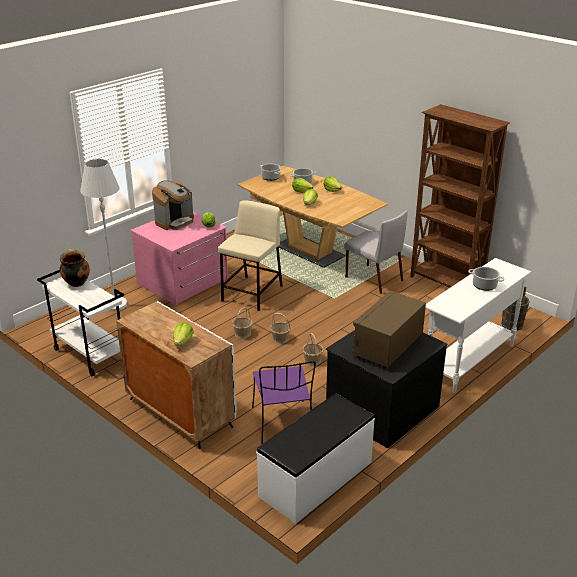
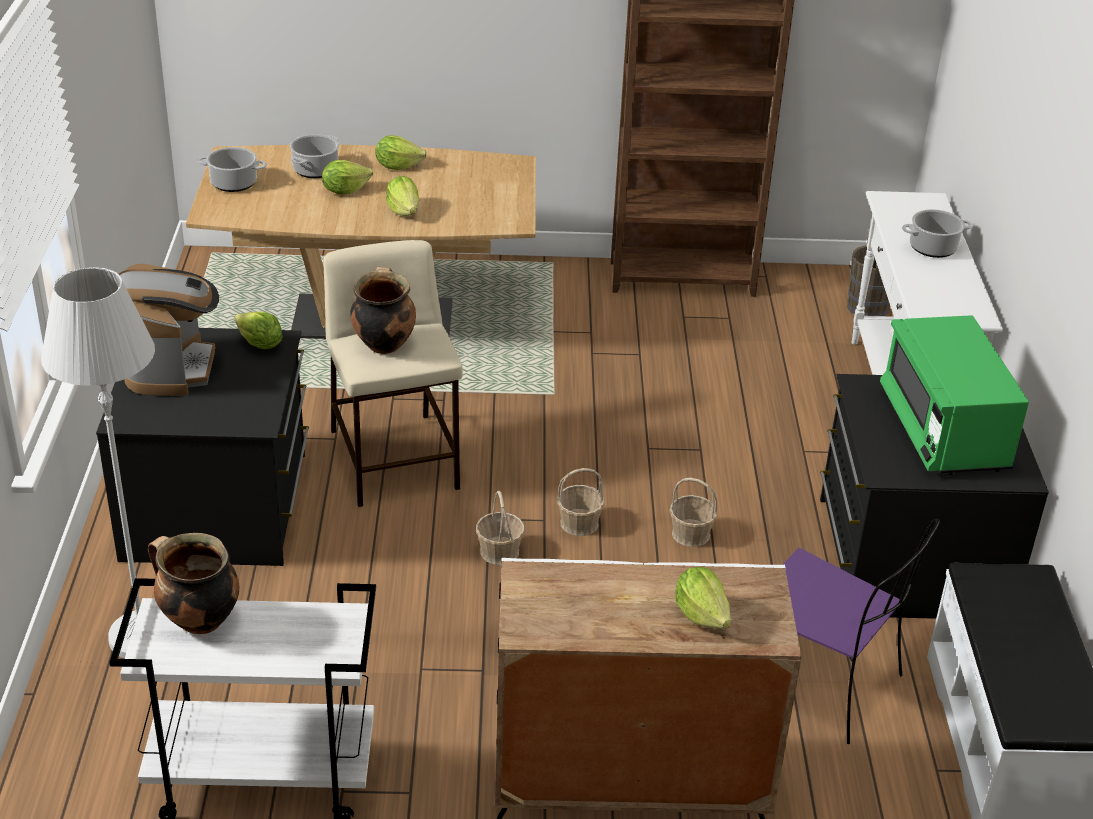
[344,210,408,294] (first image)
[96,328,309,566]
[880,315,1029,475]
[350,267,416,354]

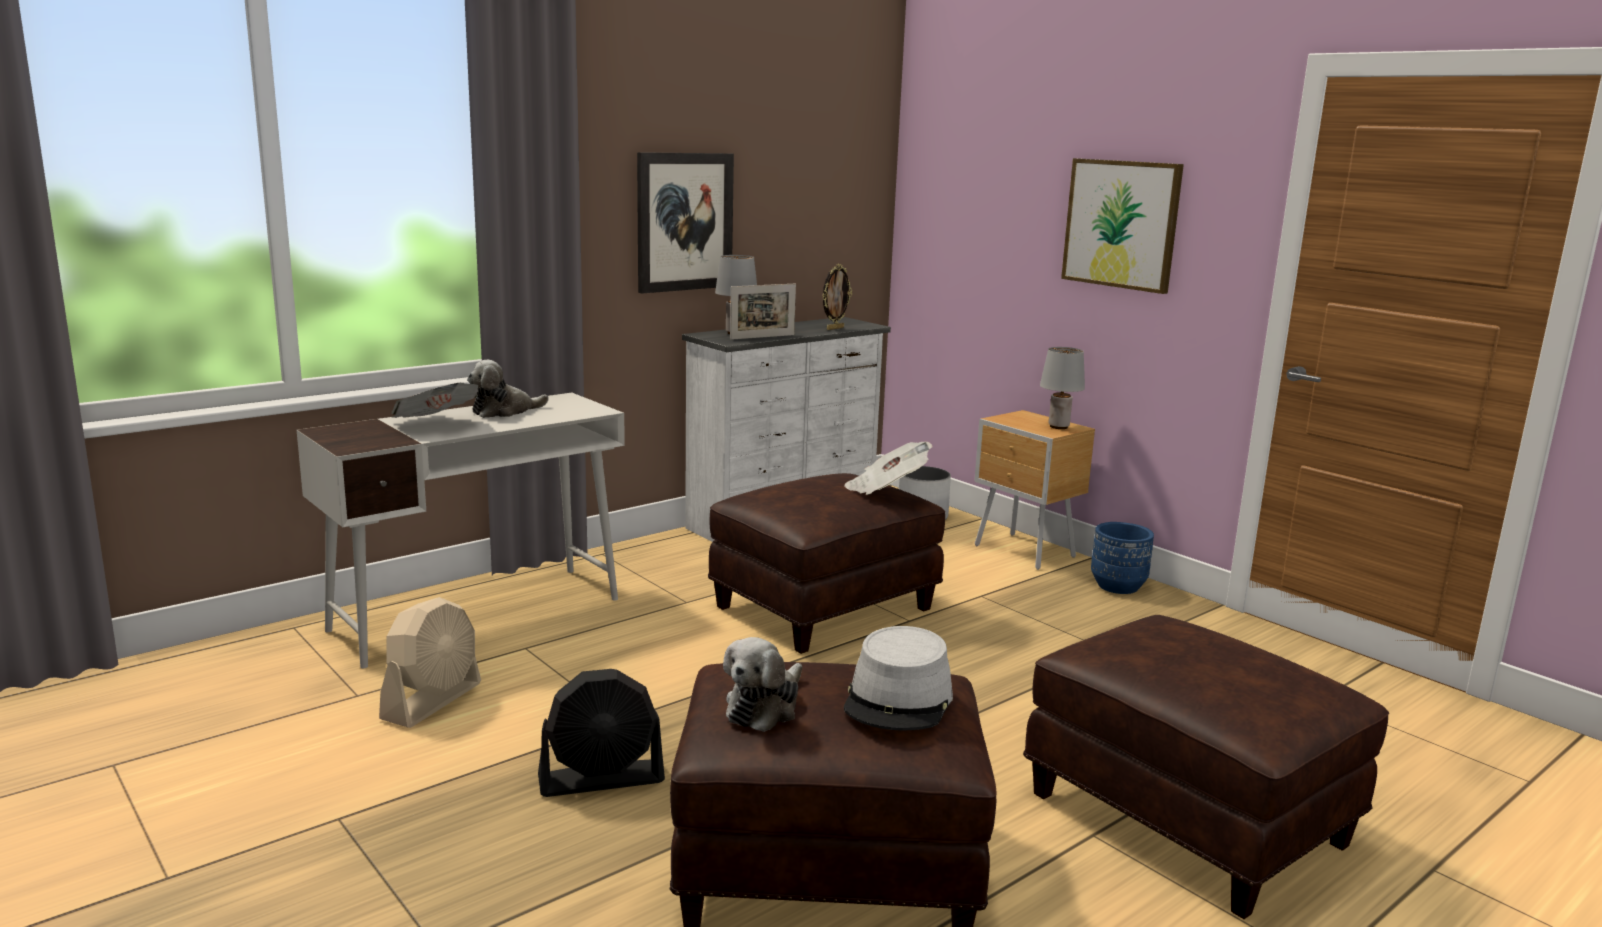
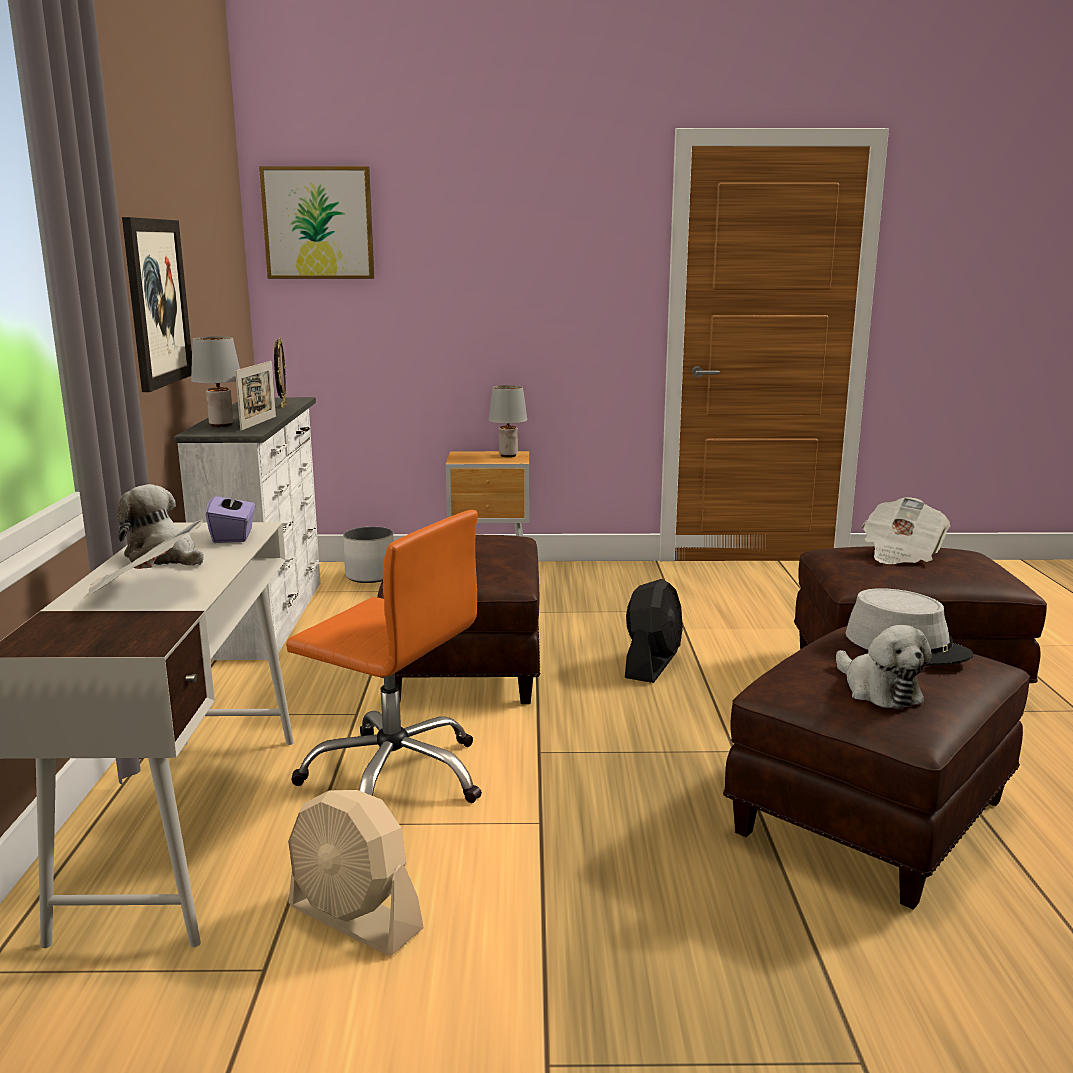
[259,166,374,279]
[117,484,204,566]
[862,497,950,564]
[1091,522,1154,594] (first image)
[288,790,424,956]
[625,579,683,683]
[206,486,255,543]
[286,510,482,803]

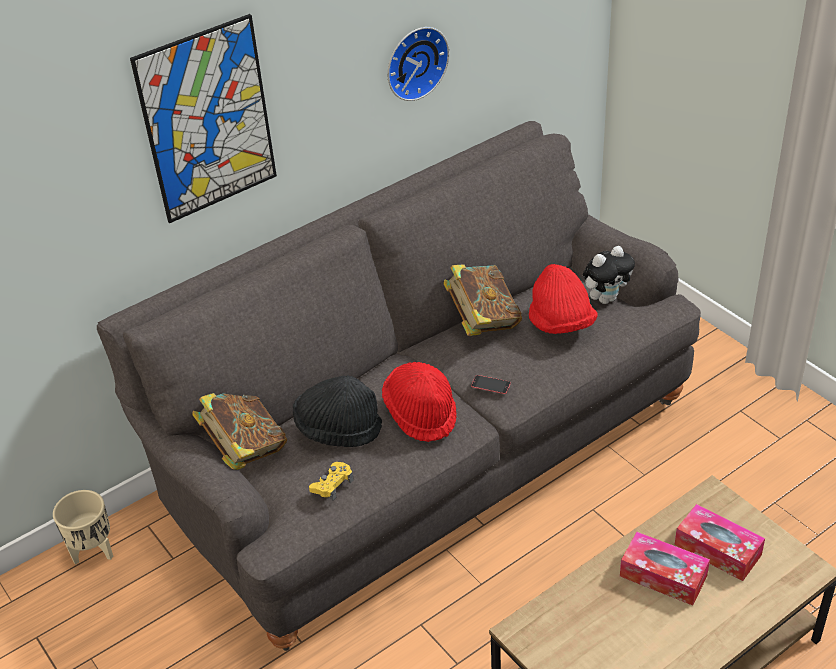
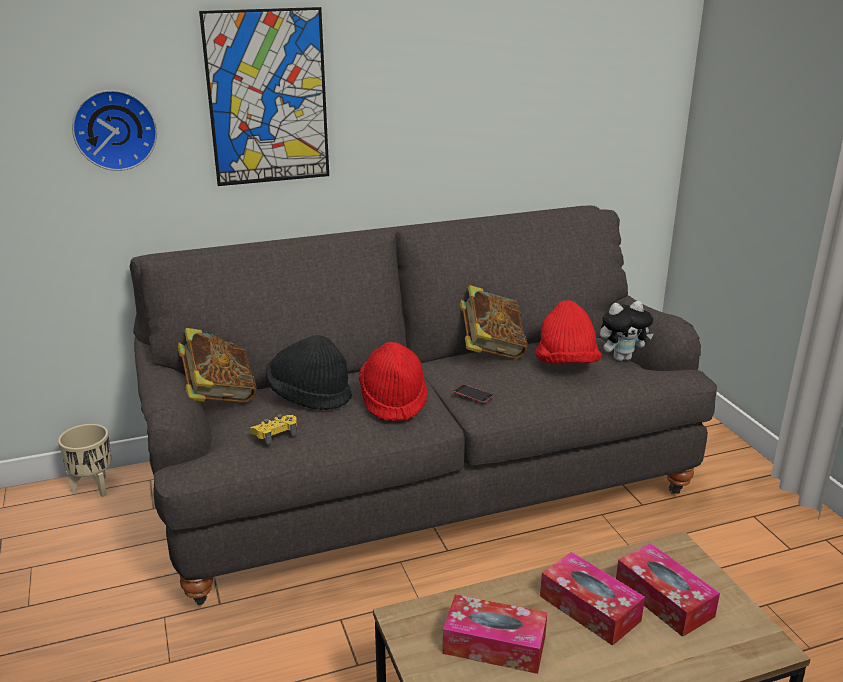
[72,90,157,171]
[443,595,547,674]

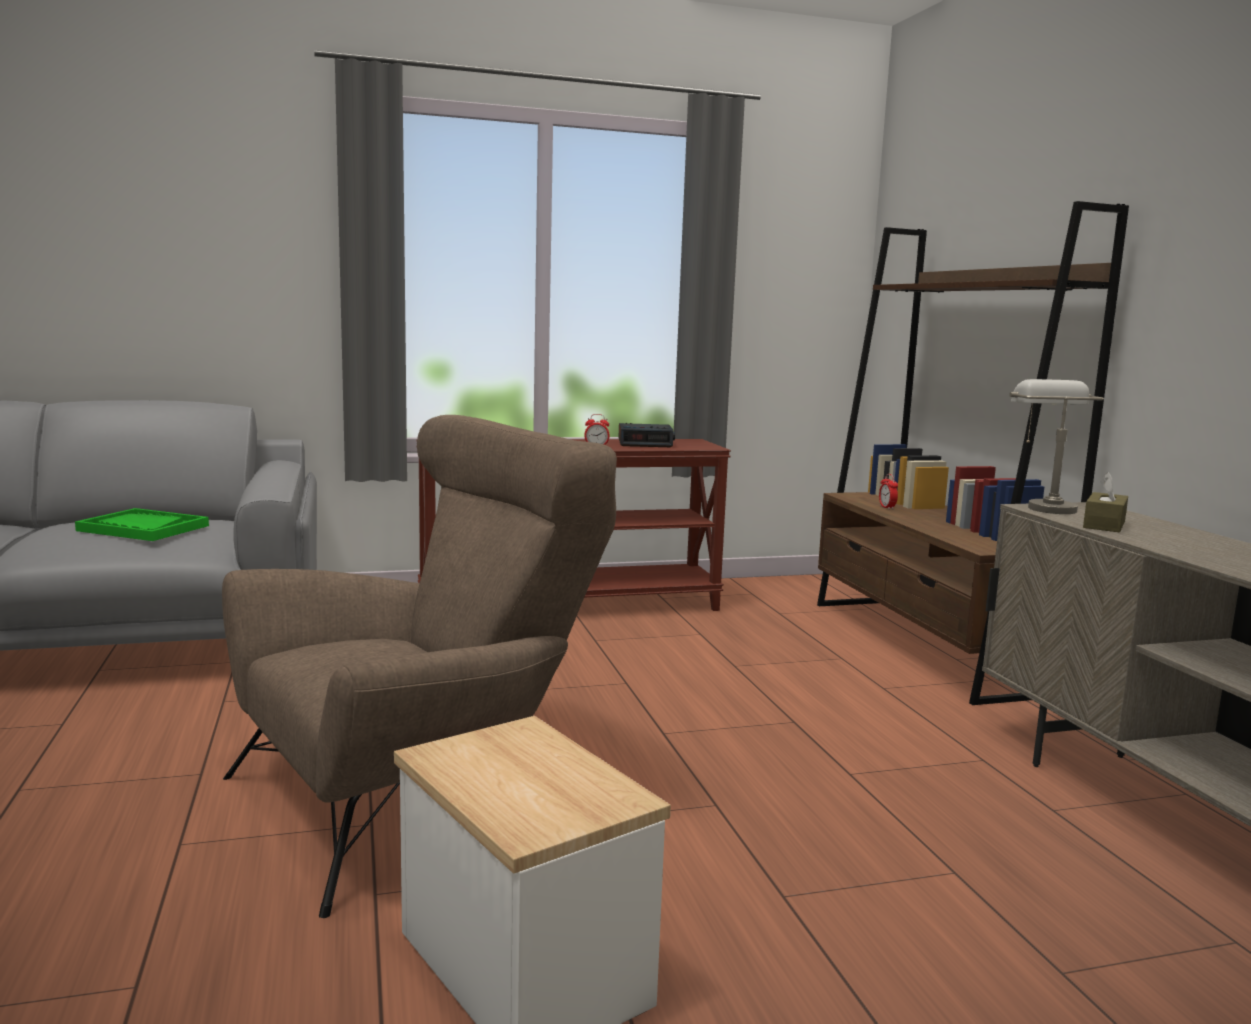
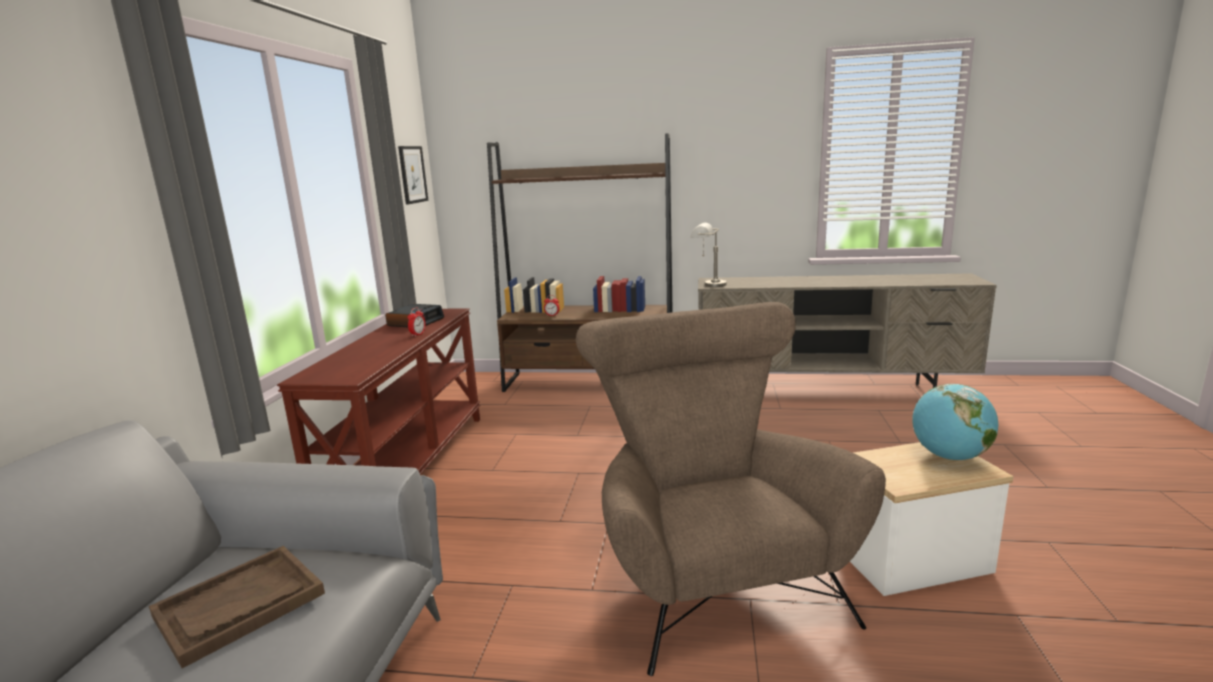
[1083,472,1128,532] (first image)
[149,546,325,668]
[398,146,428,205]
[912,384,998,460]

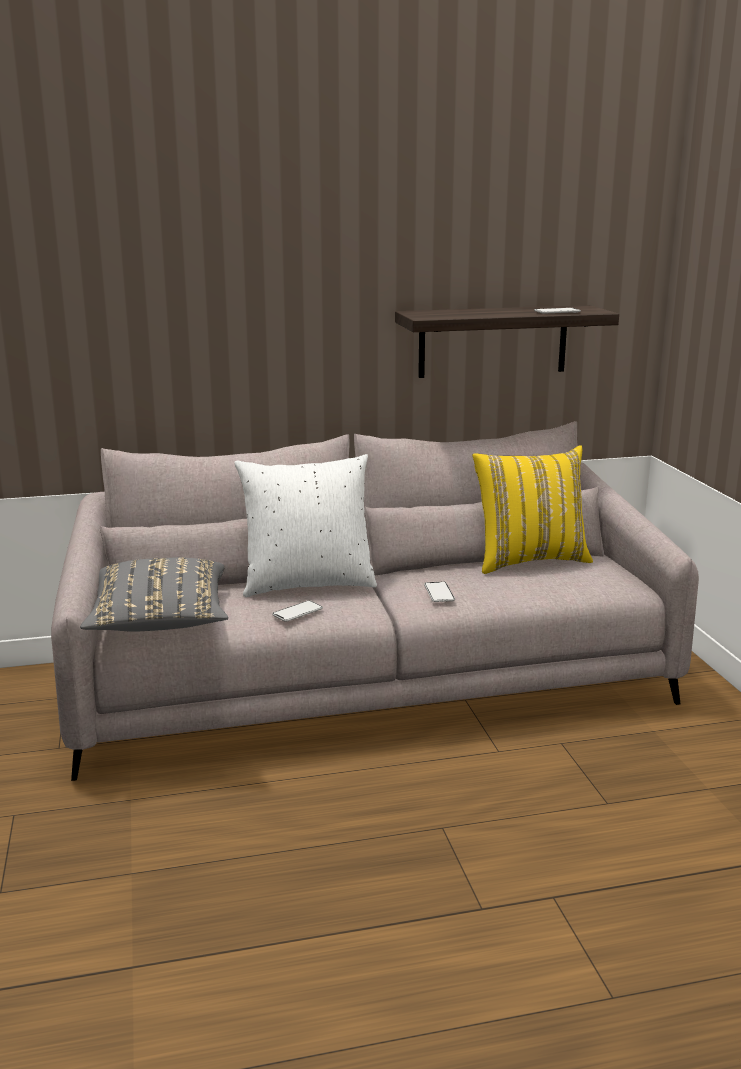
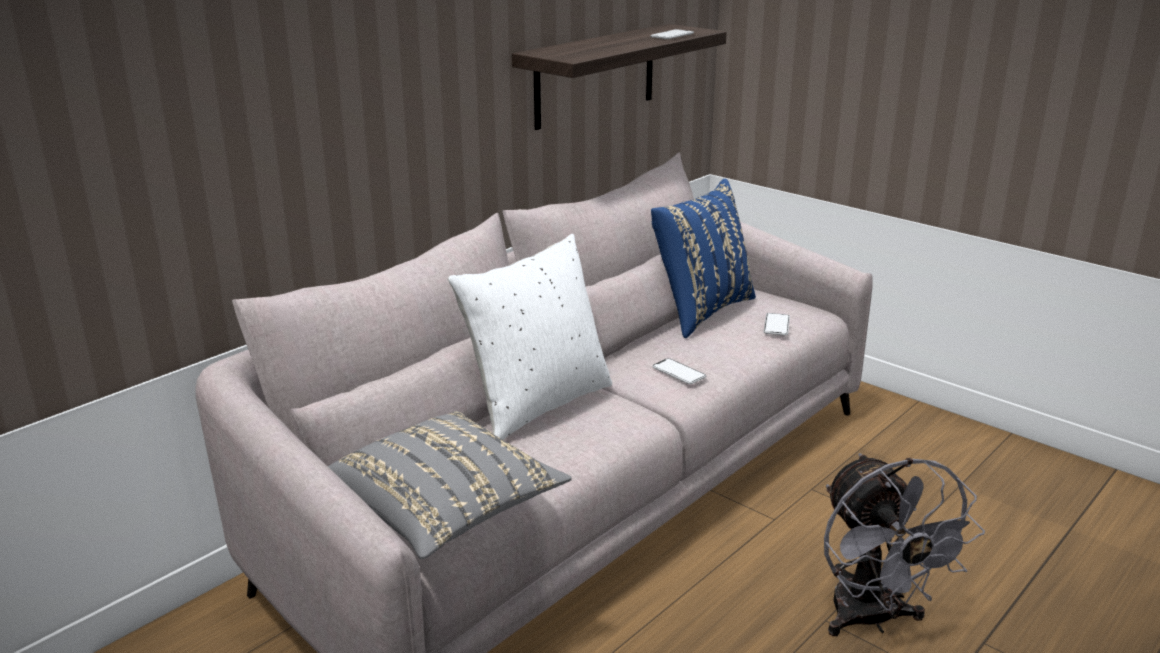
[651,178,756,338]
[763,313,790,336]
[824,453,985,636]

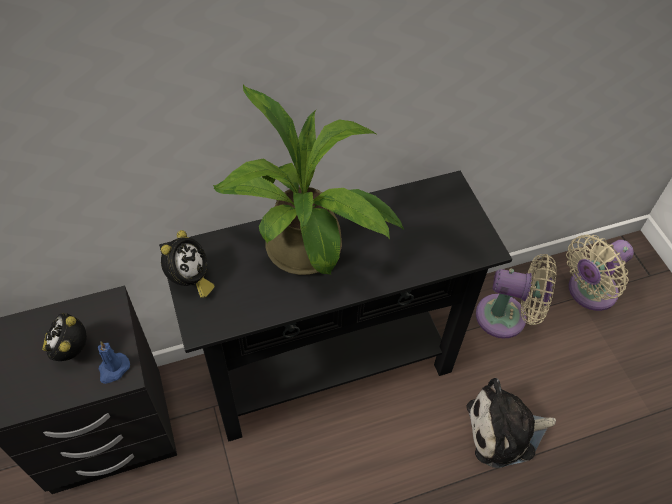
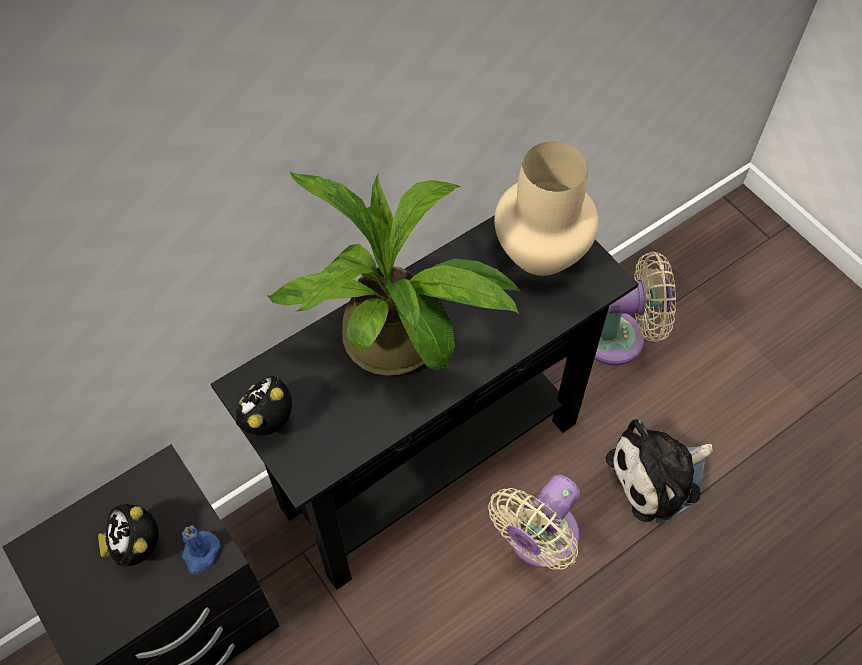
[236,375,292,436]
[488,474,580,570]
[494,141,599,276]

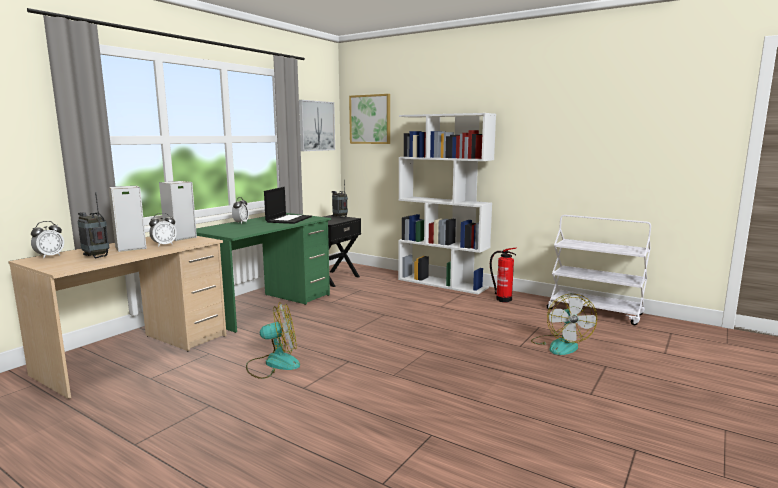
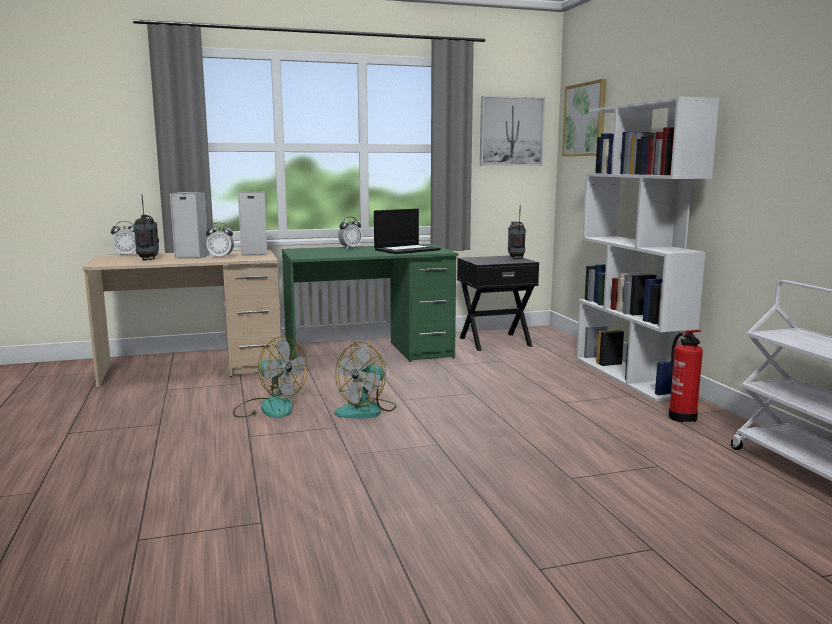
[335,342,397,419]

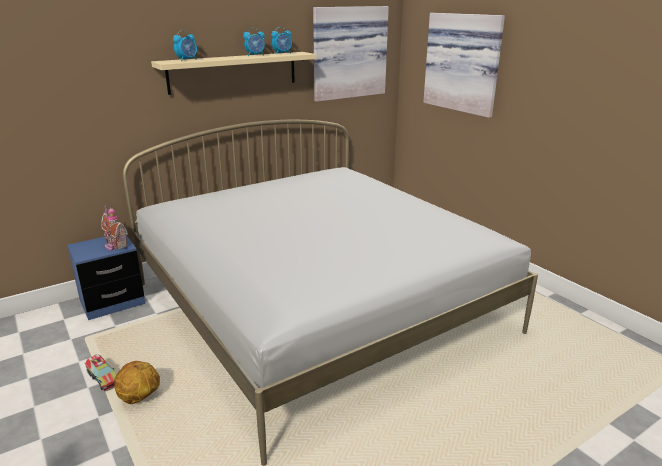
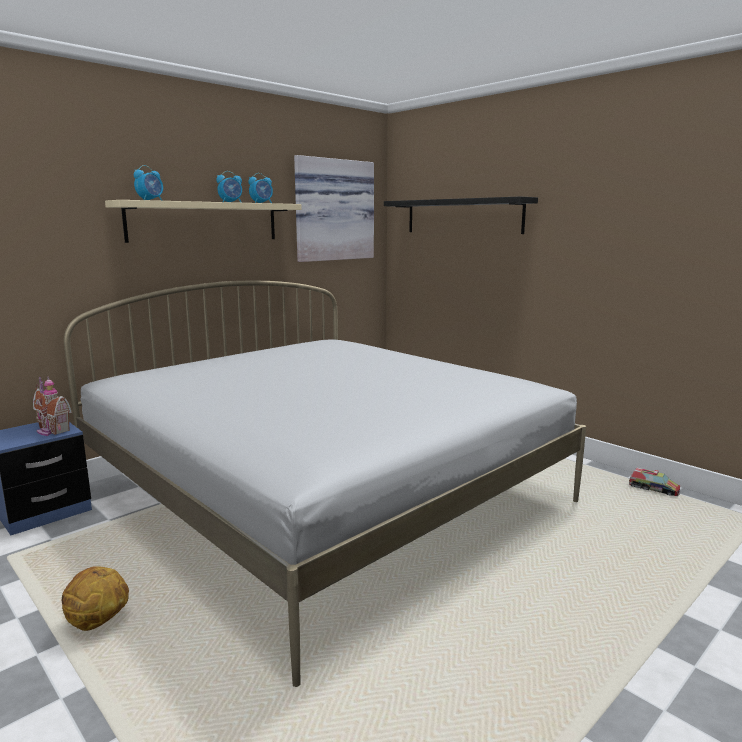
[384,196,538,234]
[629,468,680,496]

